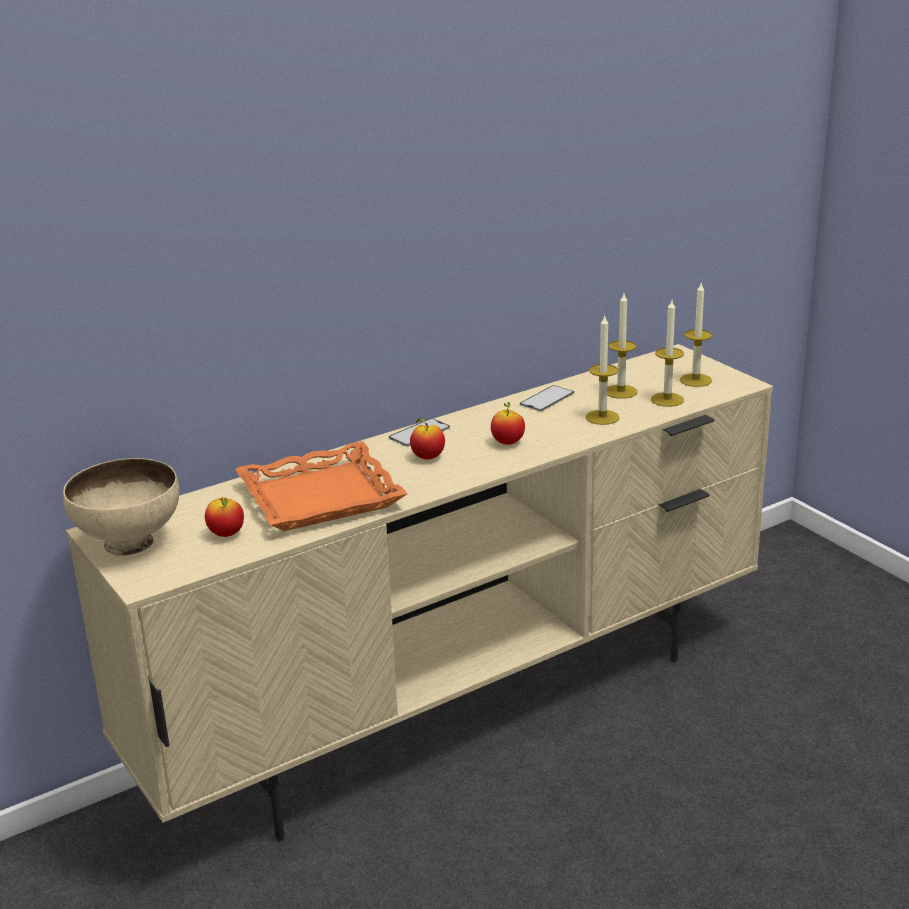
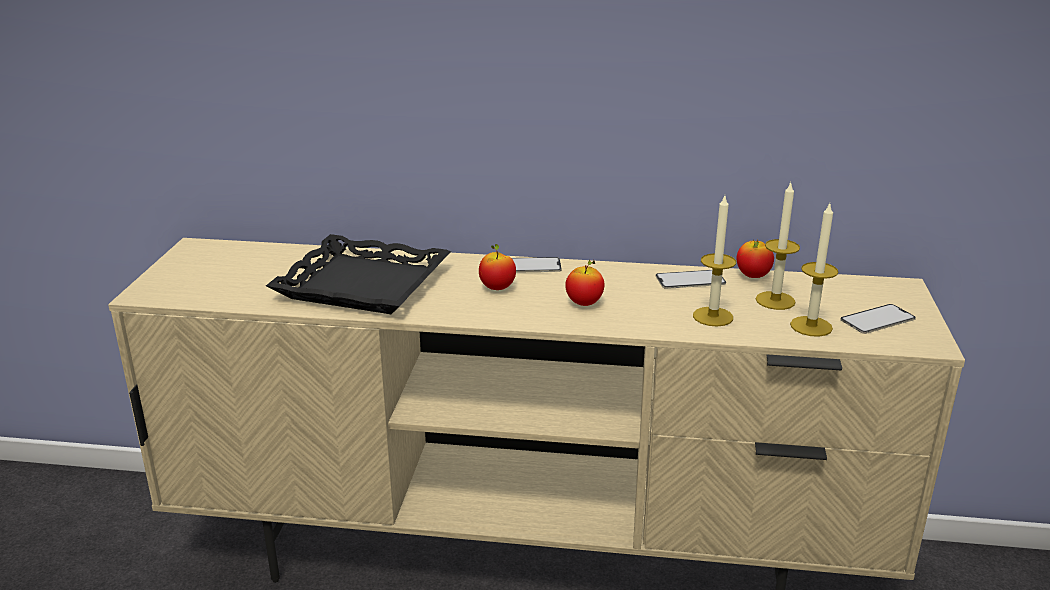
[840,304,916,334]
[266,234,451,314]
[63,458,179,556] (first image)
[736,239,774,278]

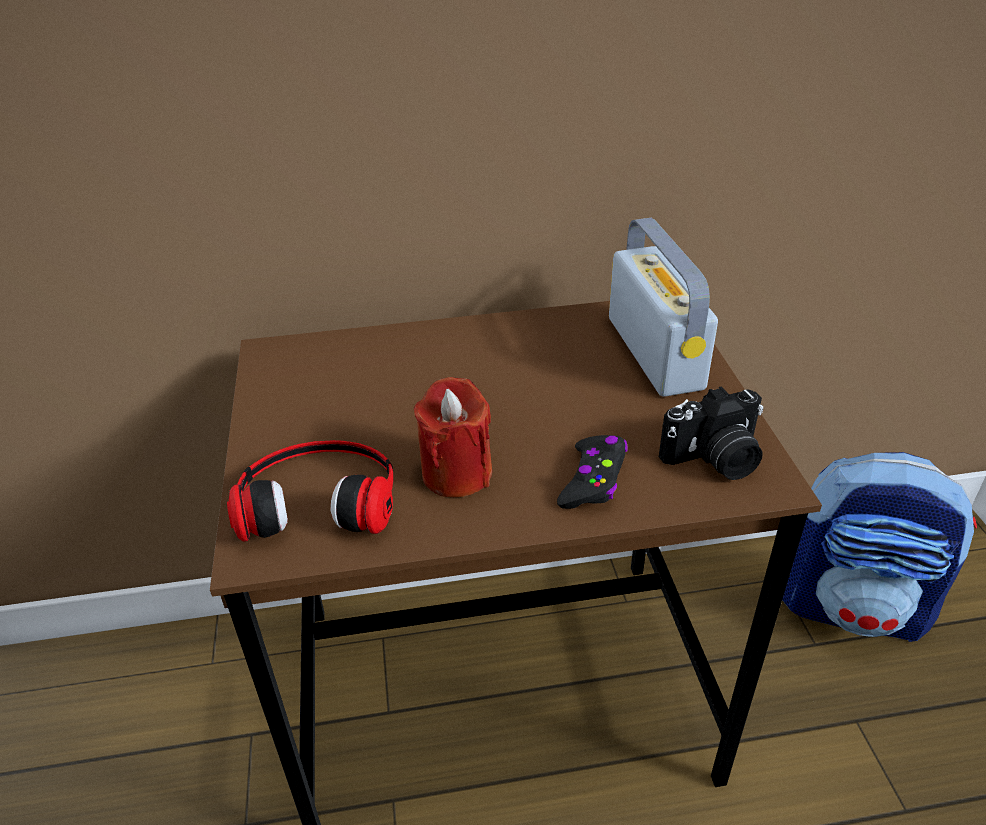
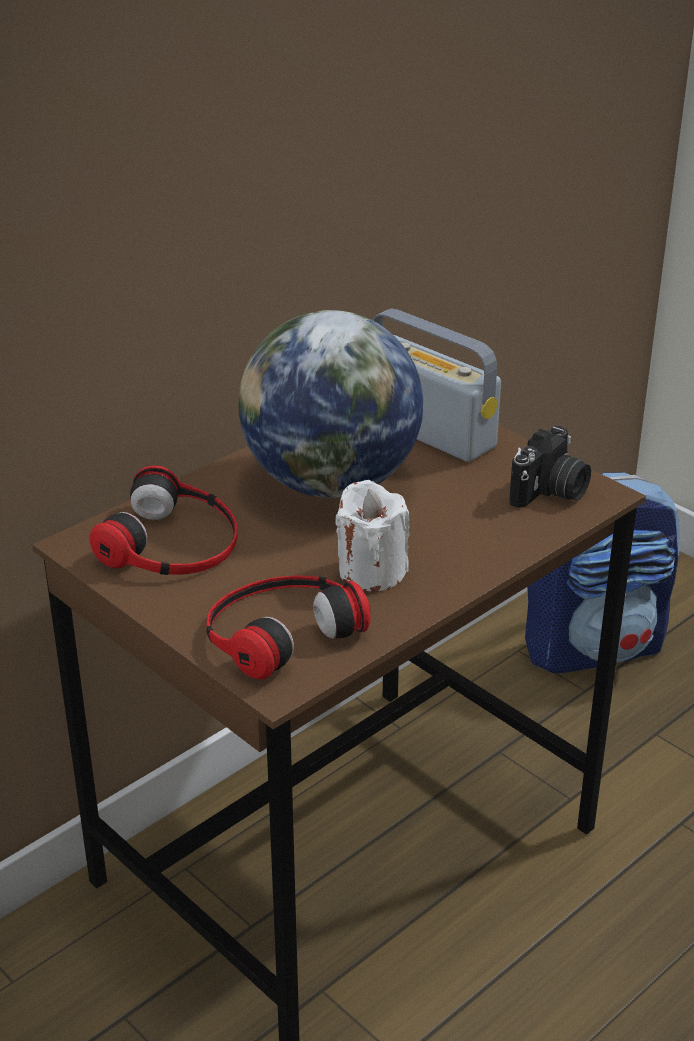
[335,480,410,591]
[557,435,628,509] (first image)
[238,310,423,498]
[90,466,238,575]

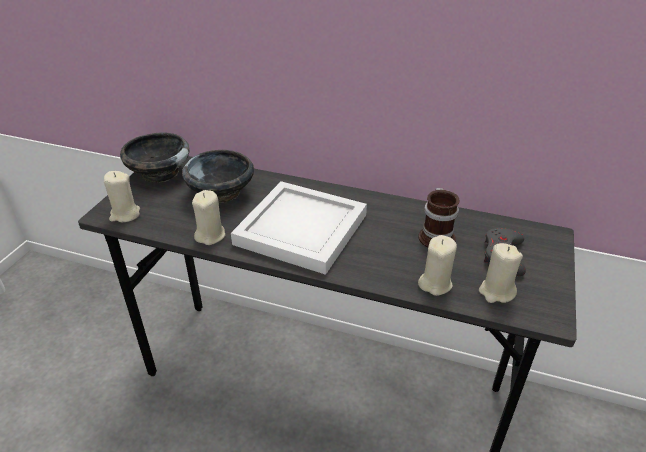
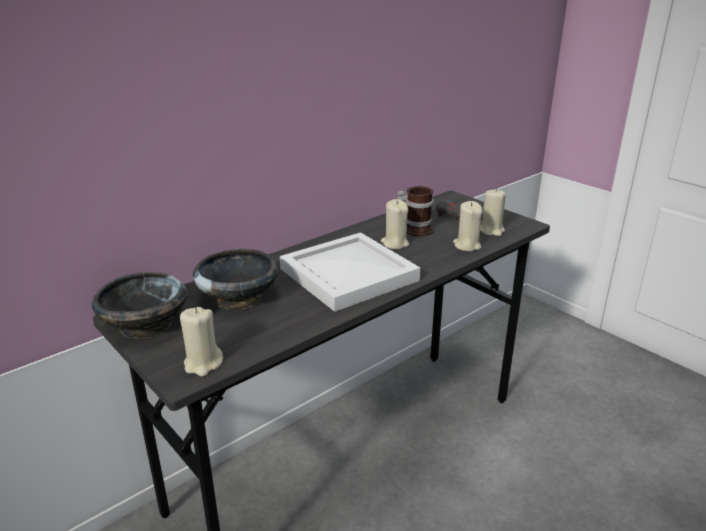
[381,199,410,249]

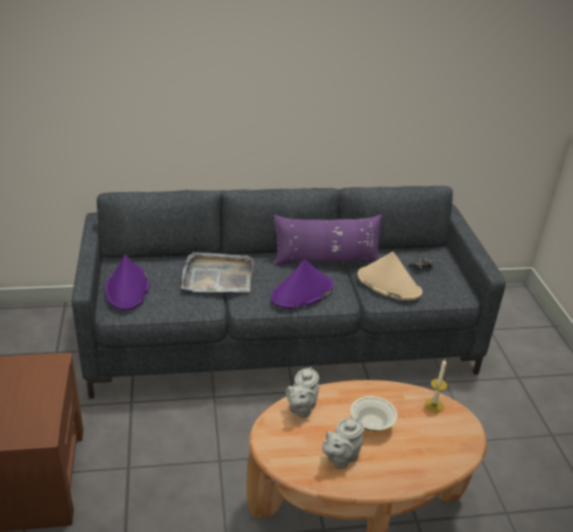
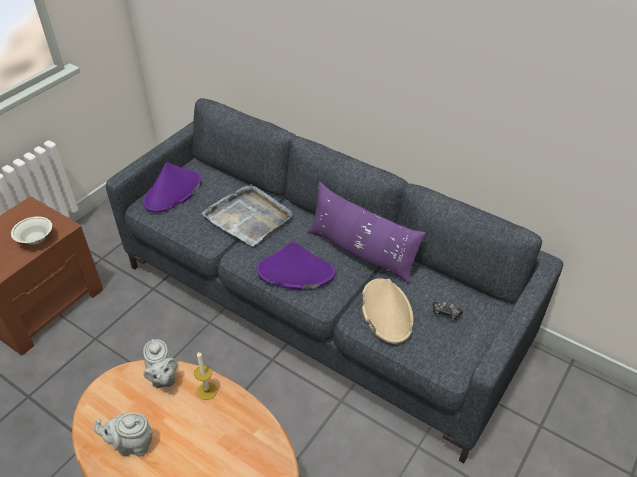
[194,351,217,400]
[143,339,177,388]
[11,216,52,245]

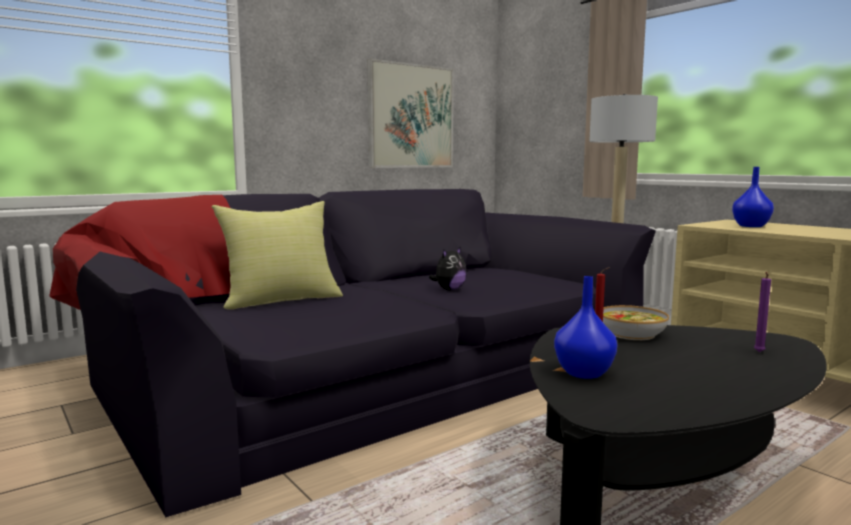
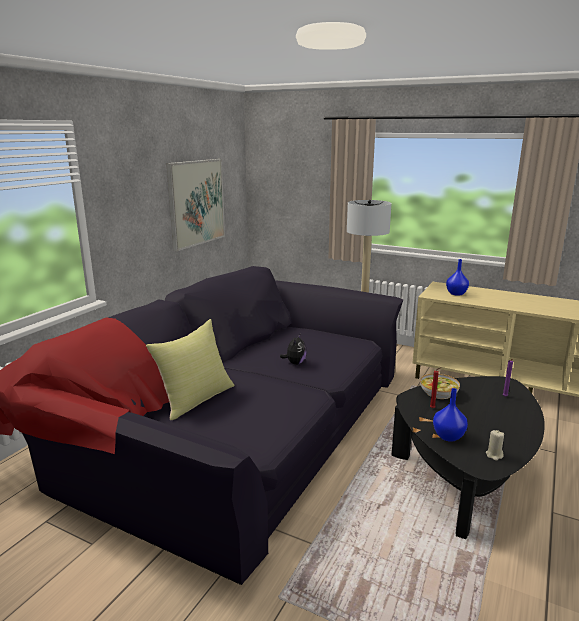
[486,430,504,461]

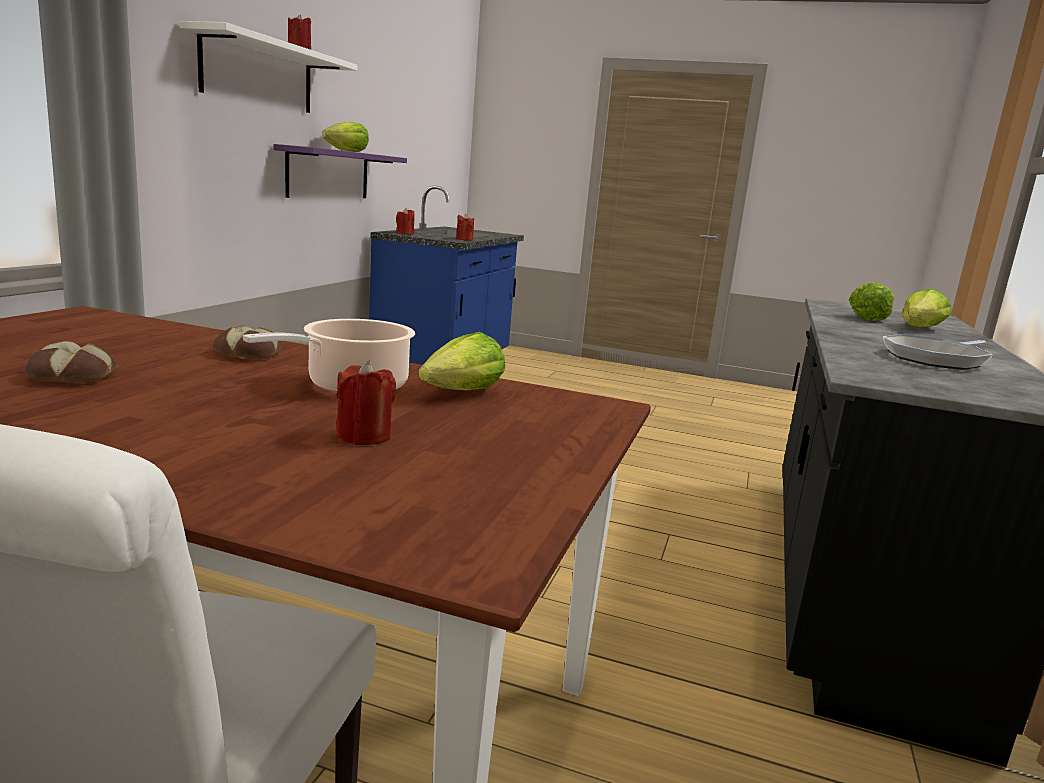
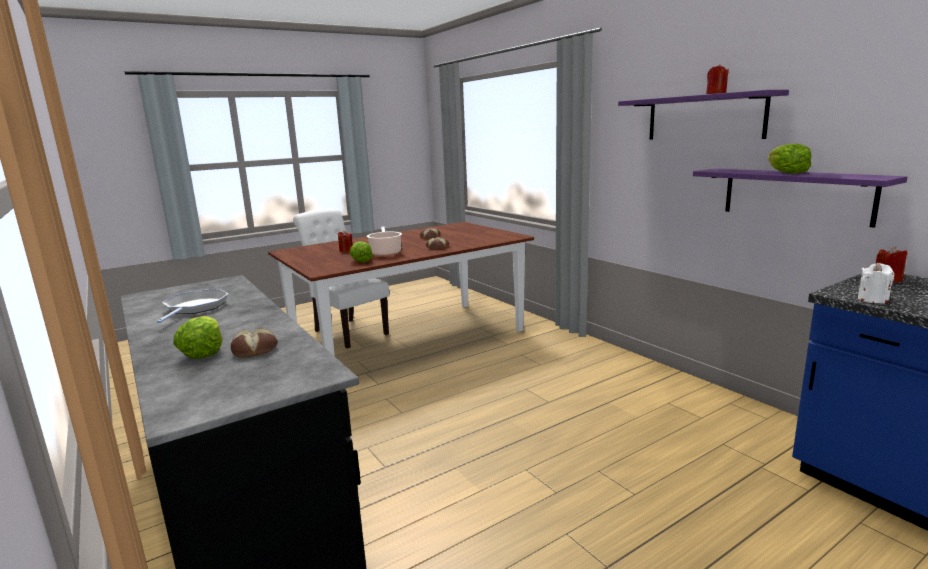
[618,90,789,140]
[858,263,894,304]
[231,328,278,357]

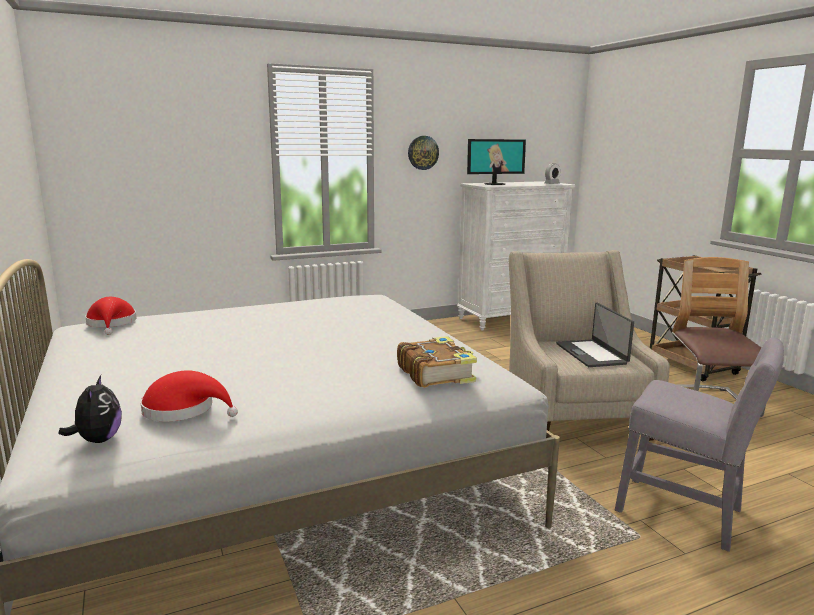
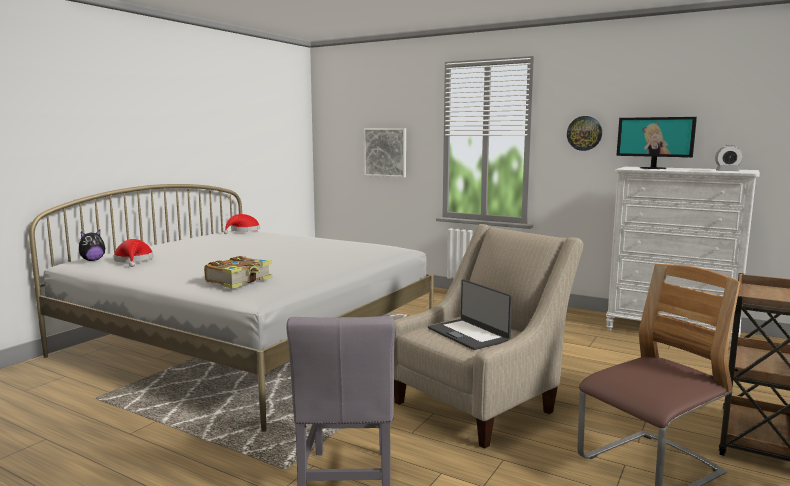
[428,279,512,350]
[363,128,406,178]

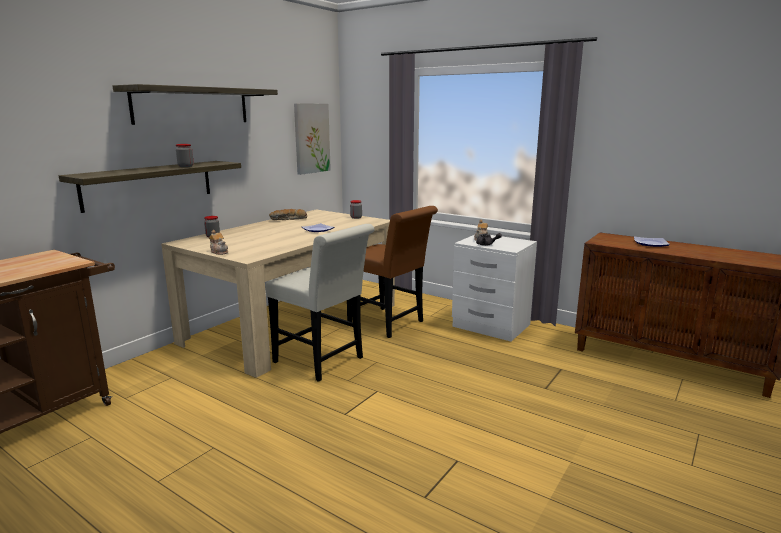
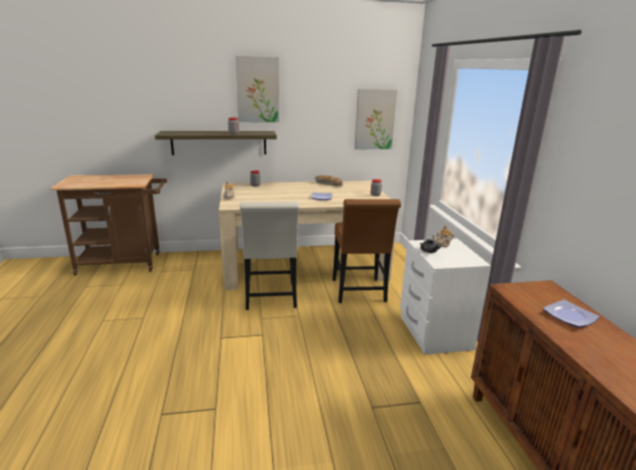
[235,56,279,122]

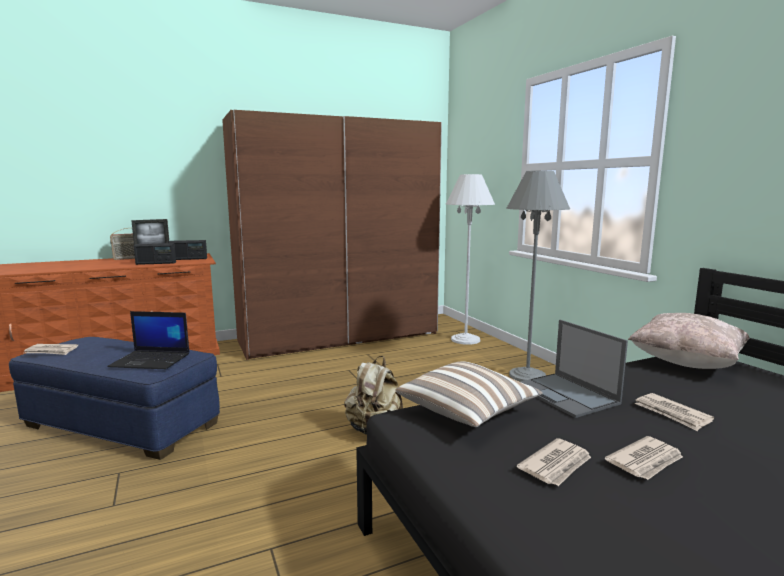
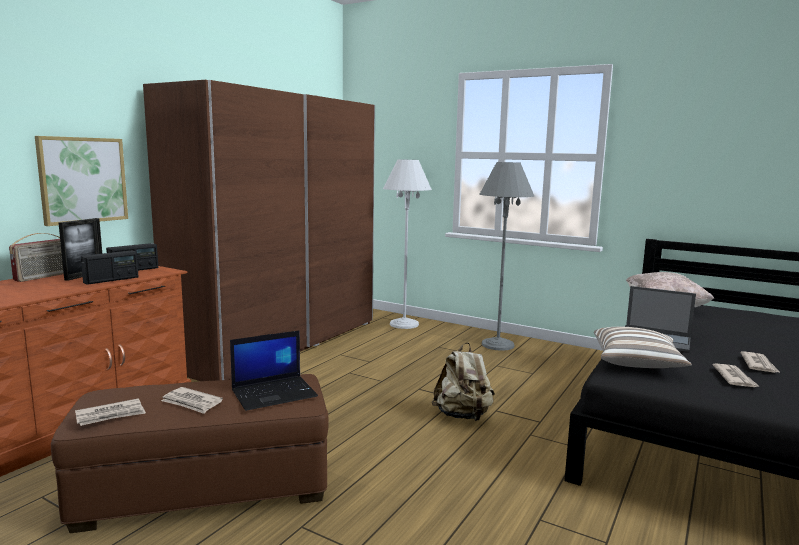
[51,374,329,533]
[161,387,223,414]
[35,136,128,226]

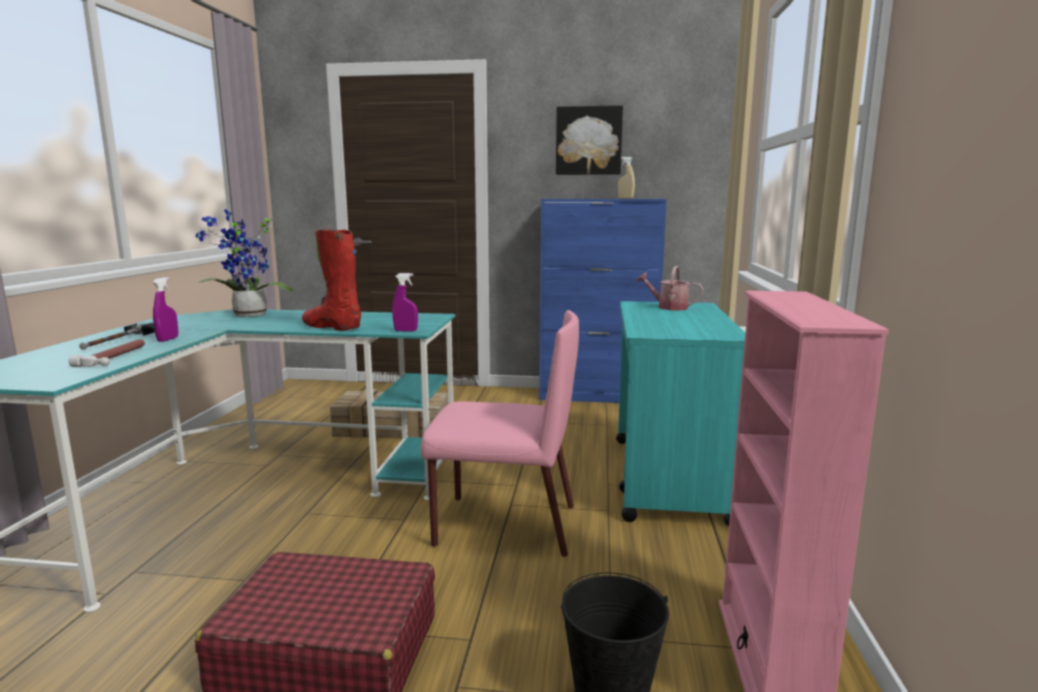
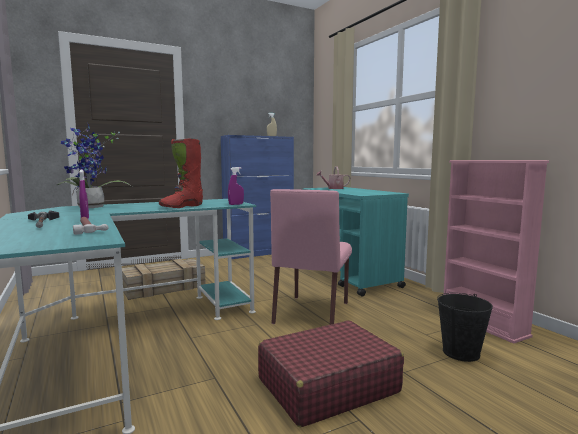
[556,105,623,175] (first image)
[159,138,203,208]
[270,189,352,325]

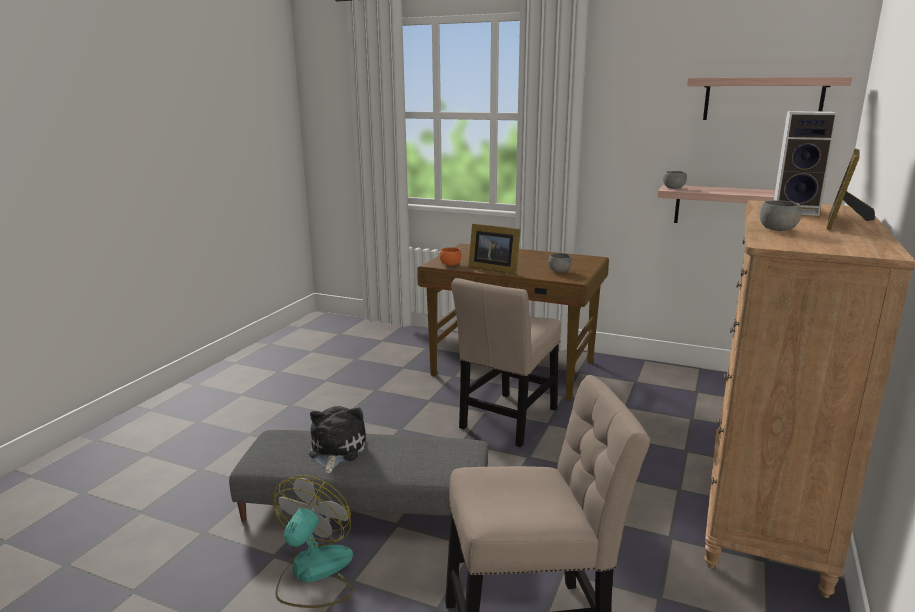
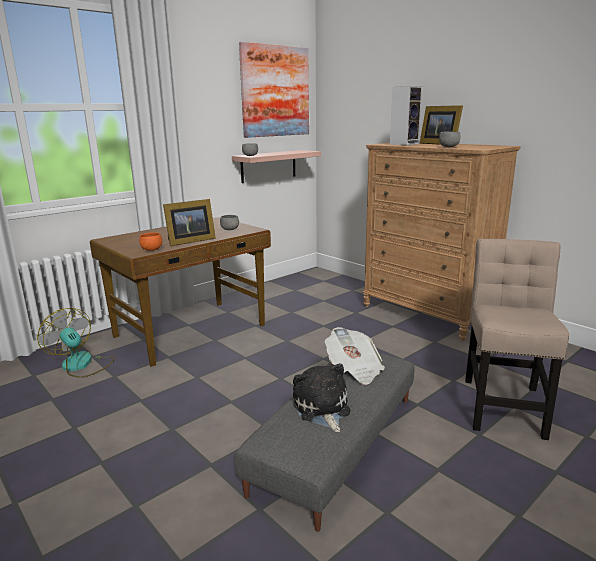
[239,42,309,138]
[451,278,561,447] (first image)
[293,363,350,432]
[37,308,115,378]
[325,327,385,385]

